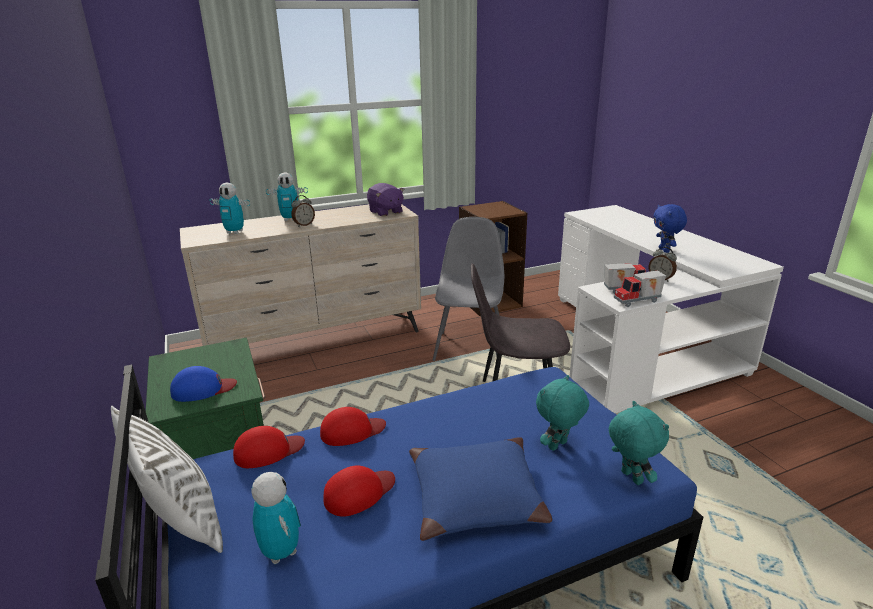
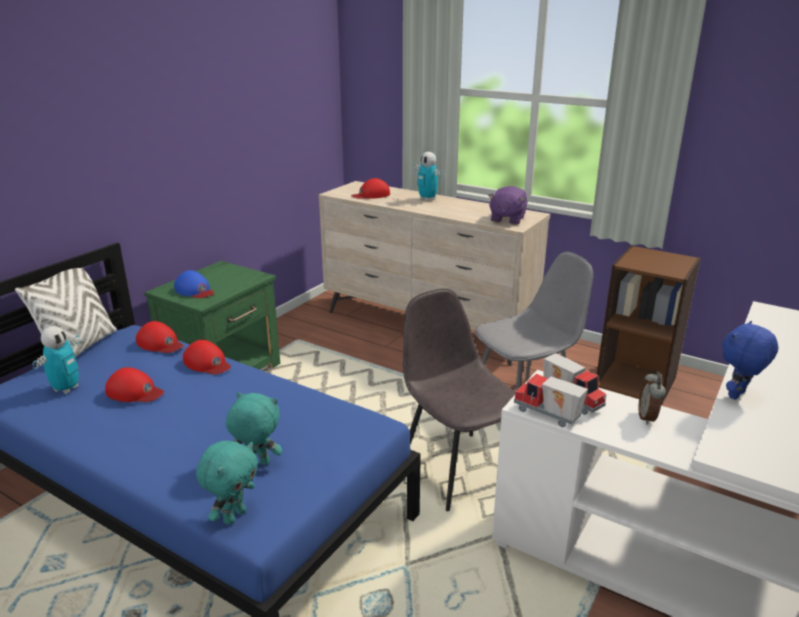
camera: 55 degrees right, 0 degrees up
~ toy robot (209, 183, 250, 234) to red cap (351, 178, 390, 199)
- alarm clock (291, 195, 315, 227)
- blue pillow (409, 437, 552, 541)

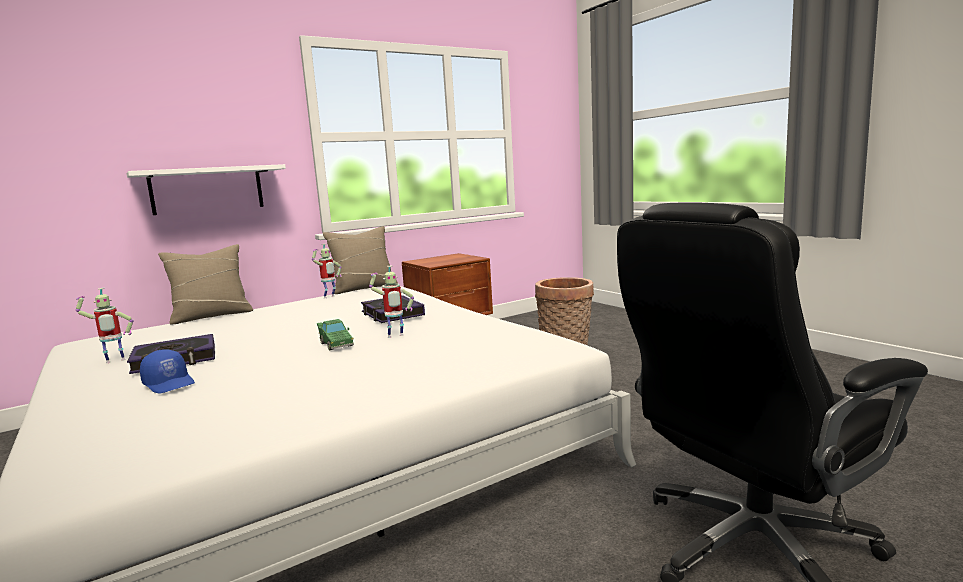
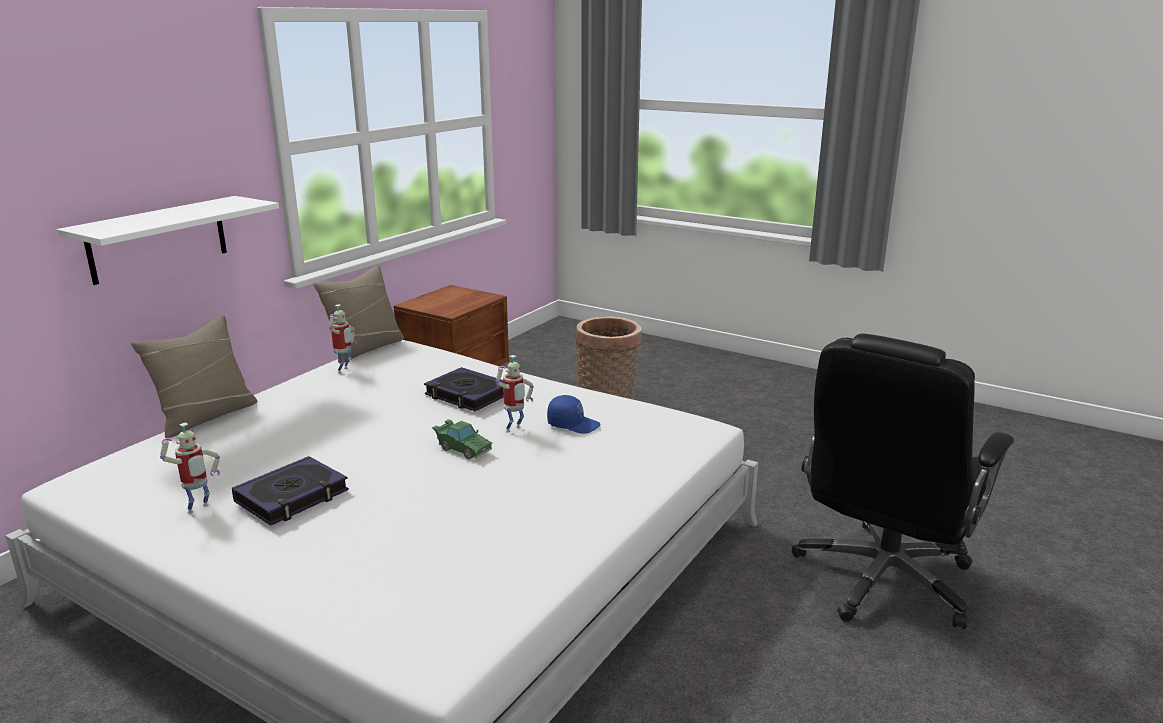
camera: 25 degrees left, 10 degrees up
~ blue cap (140, 349, 195, 394) to (547, 395, 600, 434)

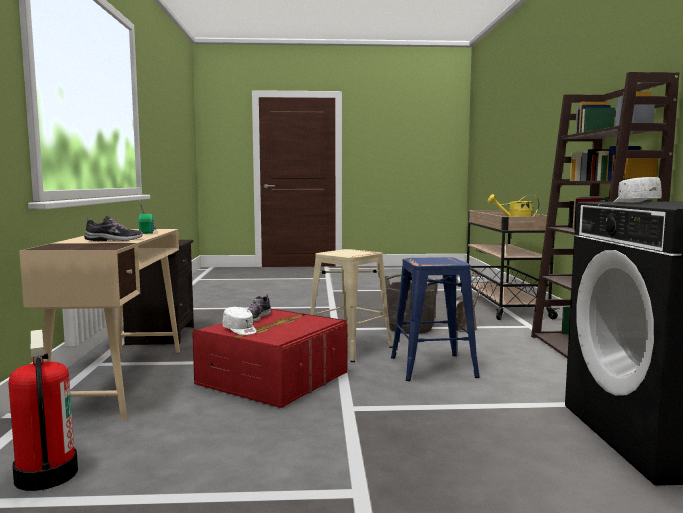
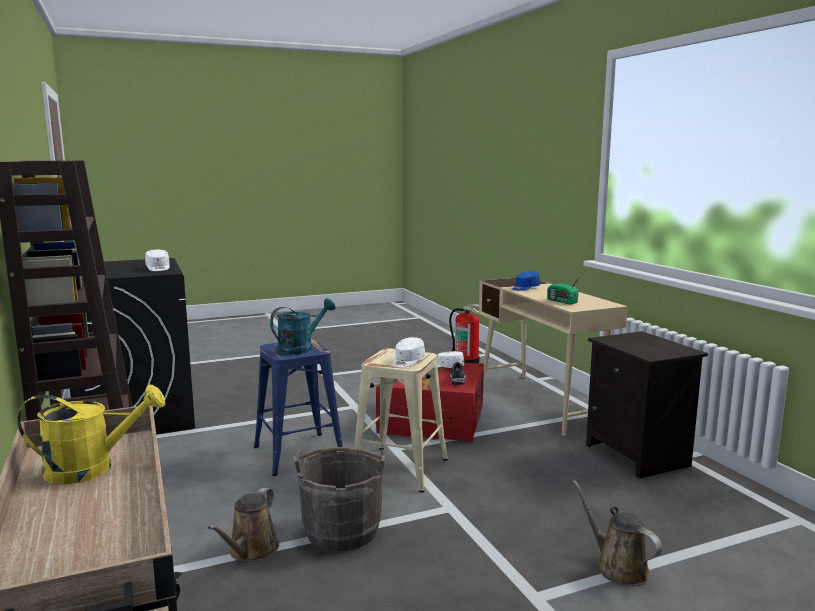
camera: 160 degrees right, 5 degrees up
~ shoe (84, 216, 143, 241) to blue cap (512, 271, 540, 291)
+ turquoise watering can (270, 298, 336, 355)
+ white cap (393, 337, 425, 368)
+ brown watering can (572, 480, 662, 586)

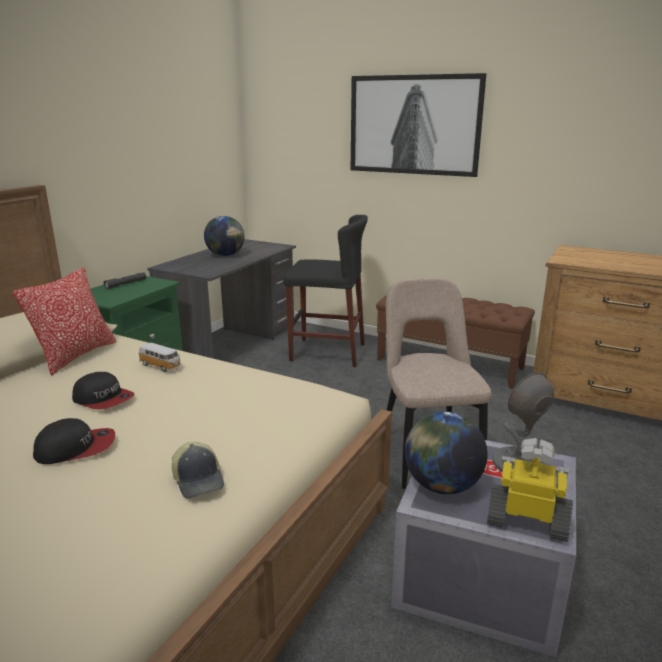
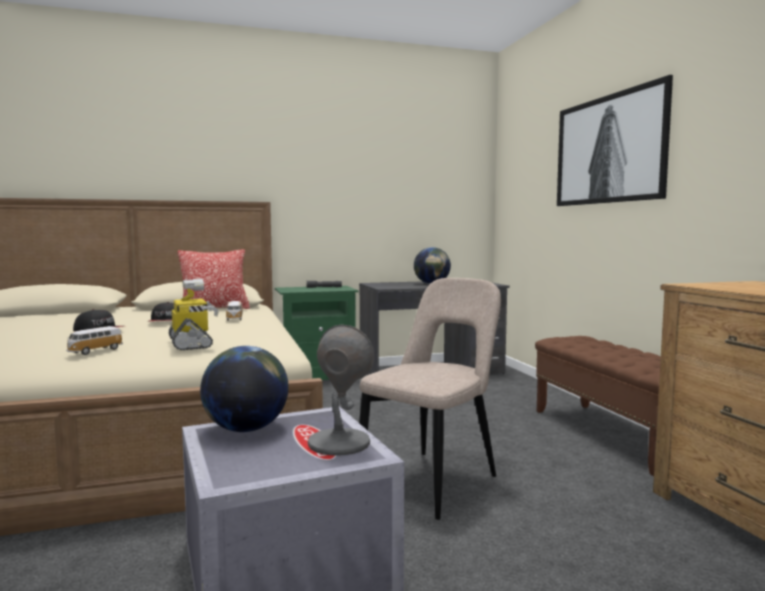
camera: 45 degrees right, 15 degrees down
- black stool (283, 215, 368, 367)
~ toy robot (487, 438, 573, 542) to (169, 279, 219, 350)
~ cap (172, 442, 224, 499) to toy car (66, 326, 123, 355)

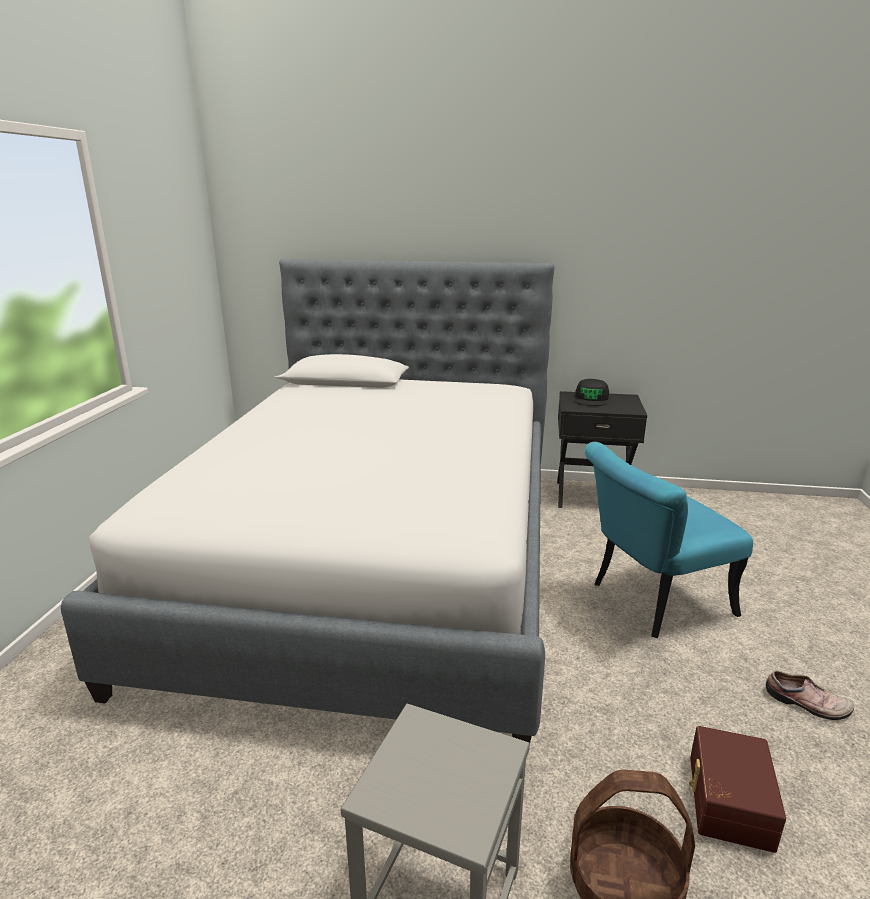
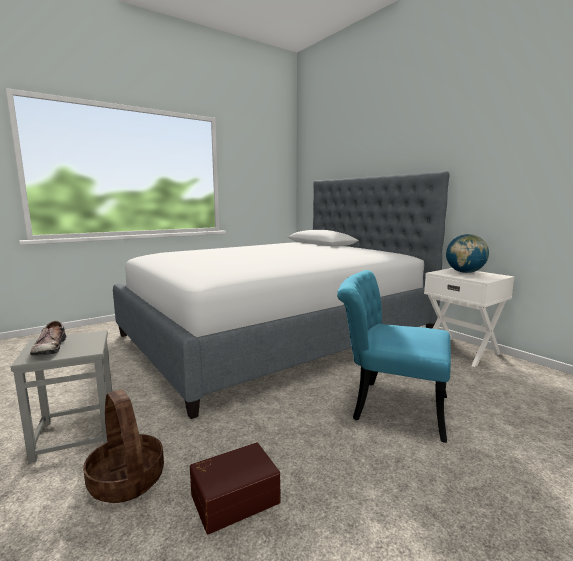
camera: 45 degrees right, 10 degrees down
~ black cap (574, 379, 609, 406) to globe (446, 234, 489, 273)
~ black nightstand (557, 391, 647, 508) to white nightstand (424, 268, 514, 367)
~ shoe (766, 670, 854, 720) to (30, 321, 66, 356)

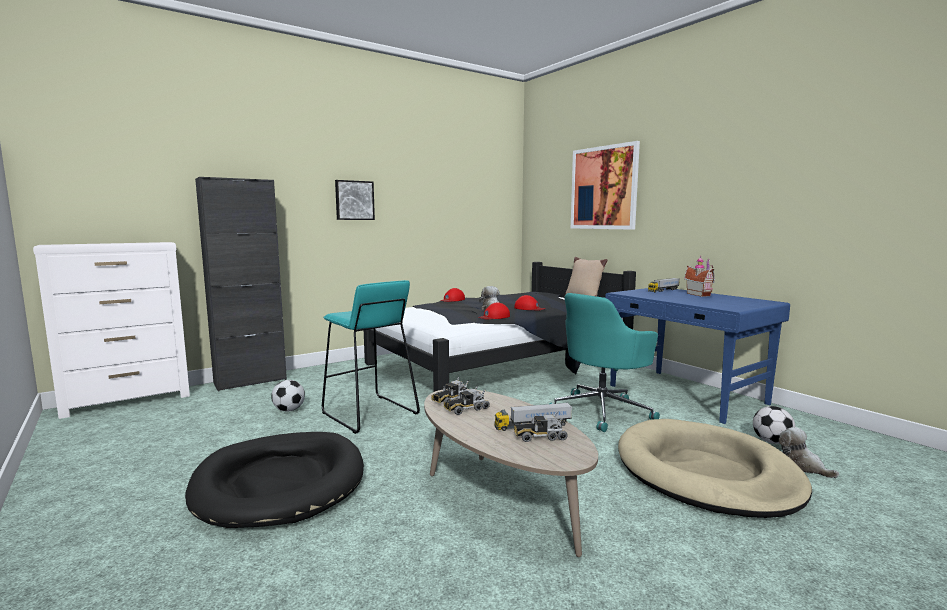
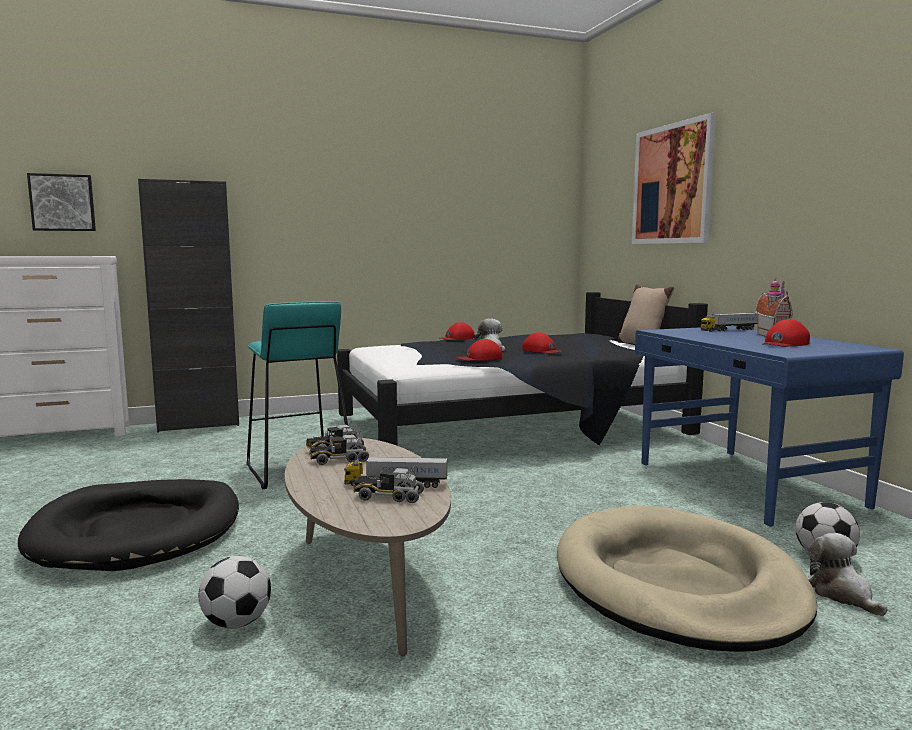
camera: 15 degrees right, 0 degrees up
~ picture (335, 180, 375, 220) to (27, 173, 96, 231)
- turquoise office chair (549, 293, 660, 432)
~ football (271, 380, 305, 411) to (199, 556, 271, 628)
+ red cap (762, 319, 810, 347)

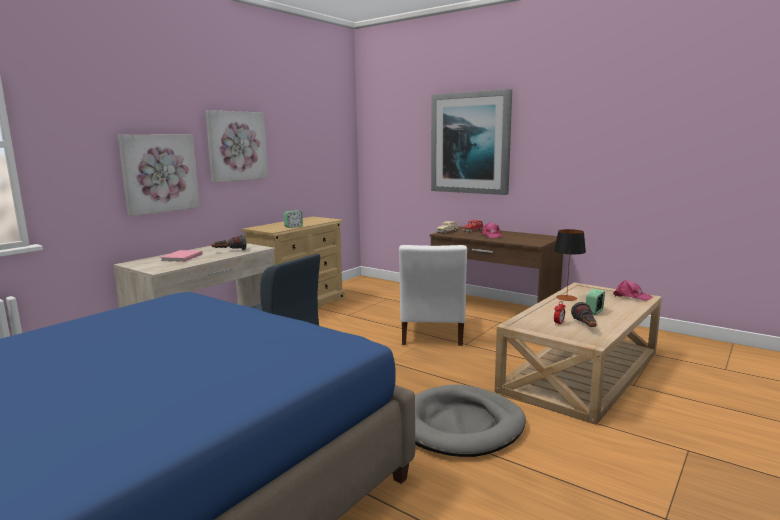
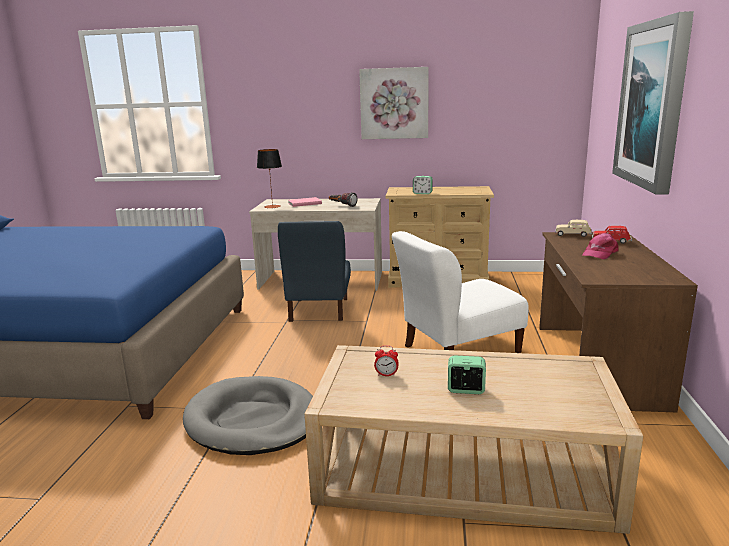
camera: 60 degrees right, 5 degrees up
- picture (118, 135, 200, 216)
~ table lamp (554, 229, 586, 301) to (257, 149, 282, 208)
- pink cap (613, 280, 652, 301)
- flashlight (571, 302, 596, 327)

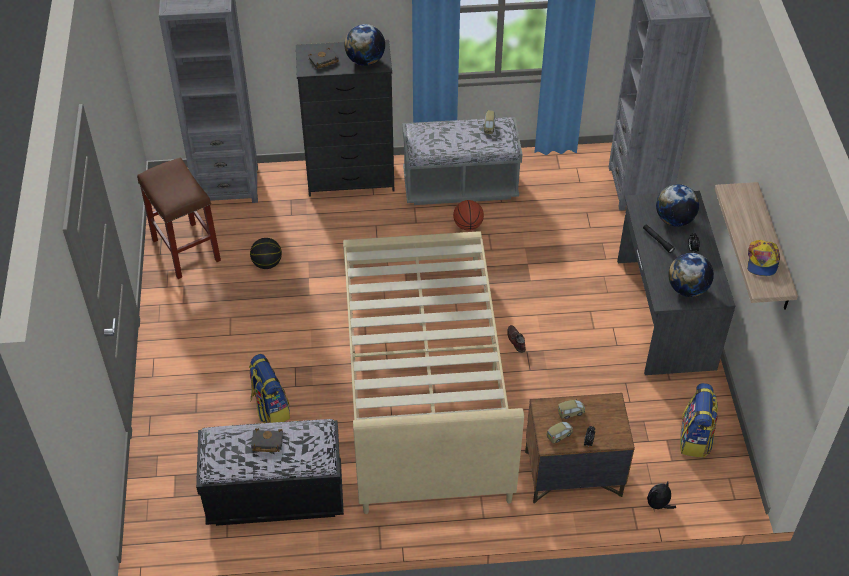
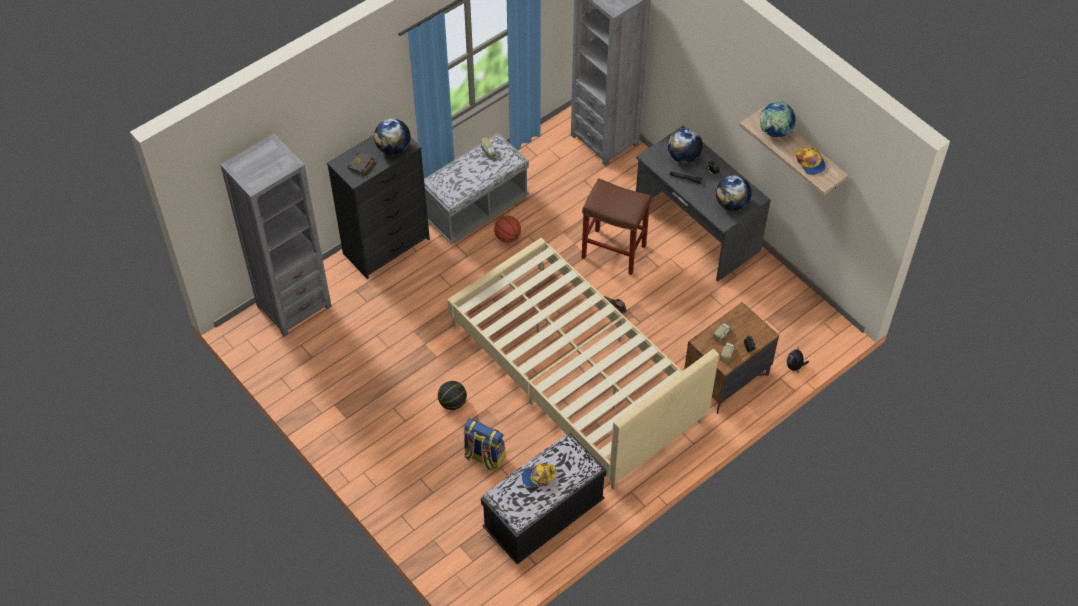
camera: 35 degrees left, 5 degrees up
~ brown stool (137, 158, 221, 279) to (582, 178, 652, 275)
~ basketball (250, 238, 282, 269) to (438, 381, 467, 410)
- backpack (680, 383, 718, 458)
~ black book (251, 428, 283, 452) to cap (522, 464, 556, 487)
+ globe (760, 101, 796, 137)

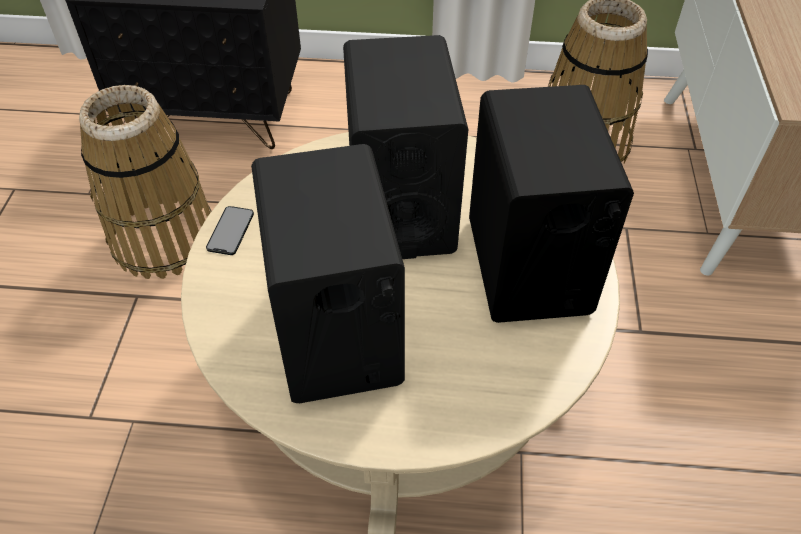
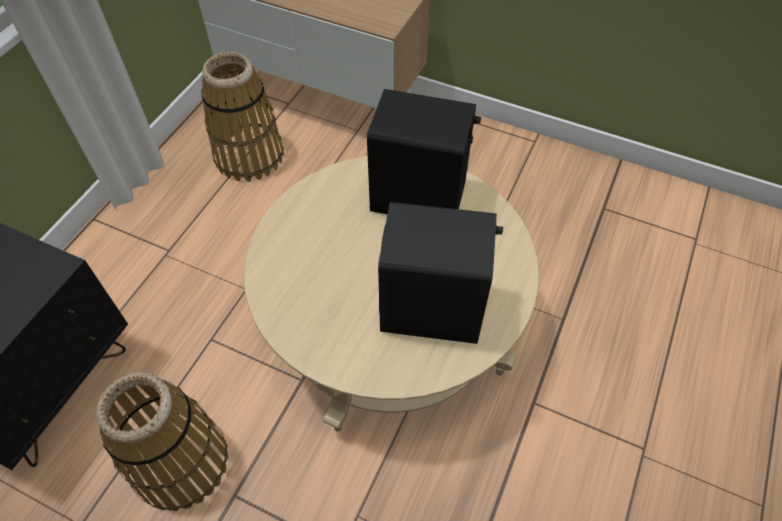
camera: 70 degrees left, 5 degrees up
- black speaker (343, 35, 468, 259)
- phone (206, 206, 254, 255)

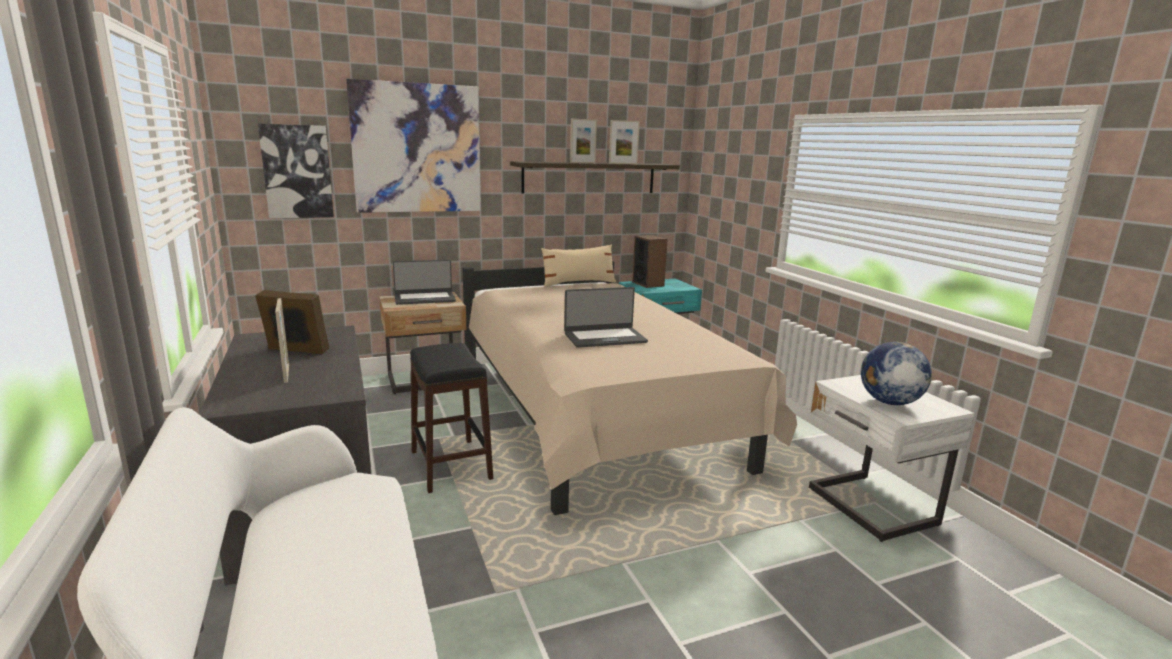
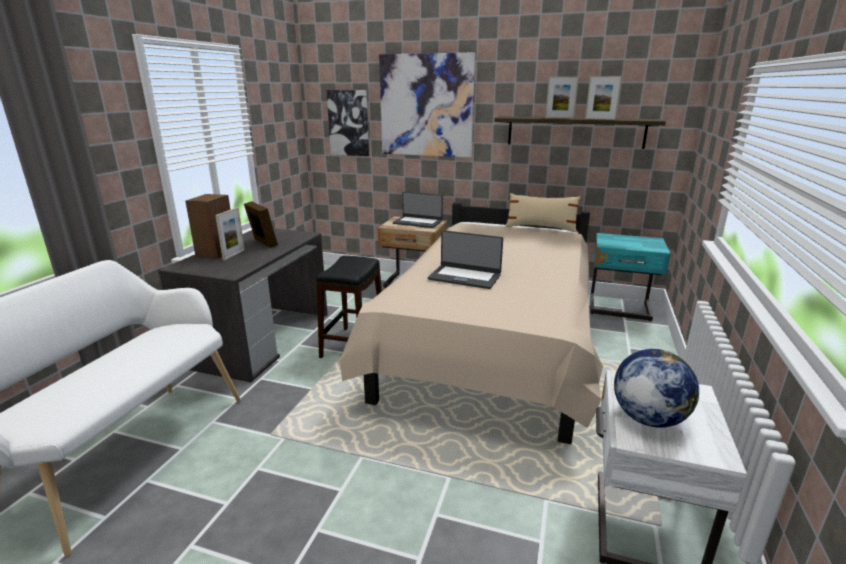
camera: 40 degrees right, 5 degrees up
~ speaker (632, 235, 668, 288) to (185, 194, 231, 259)

